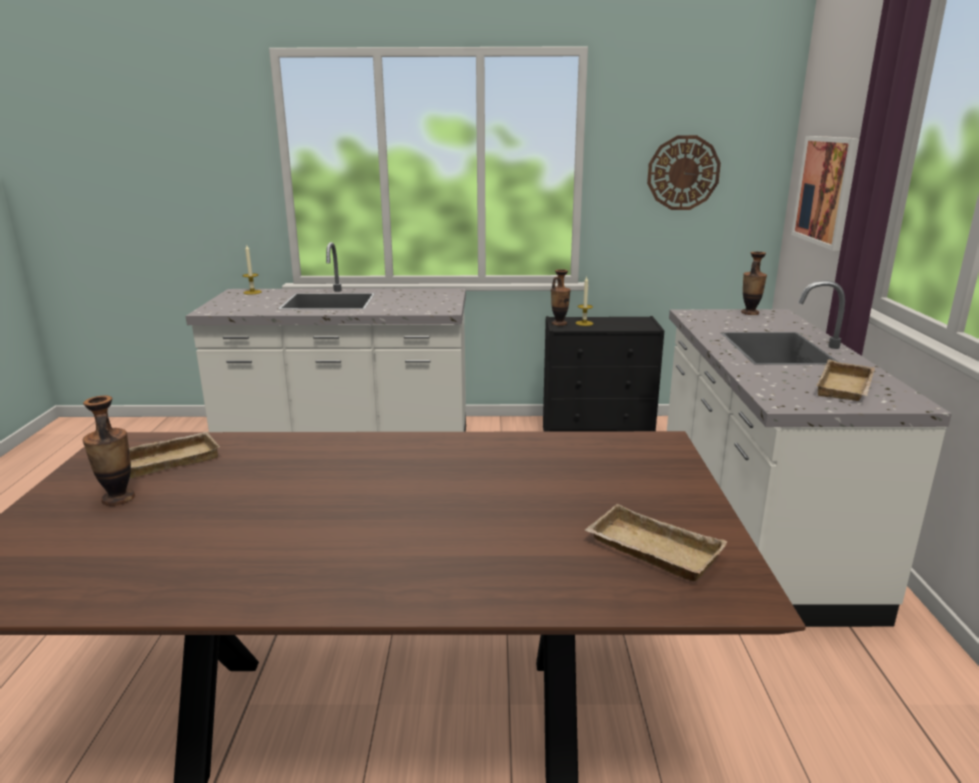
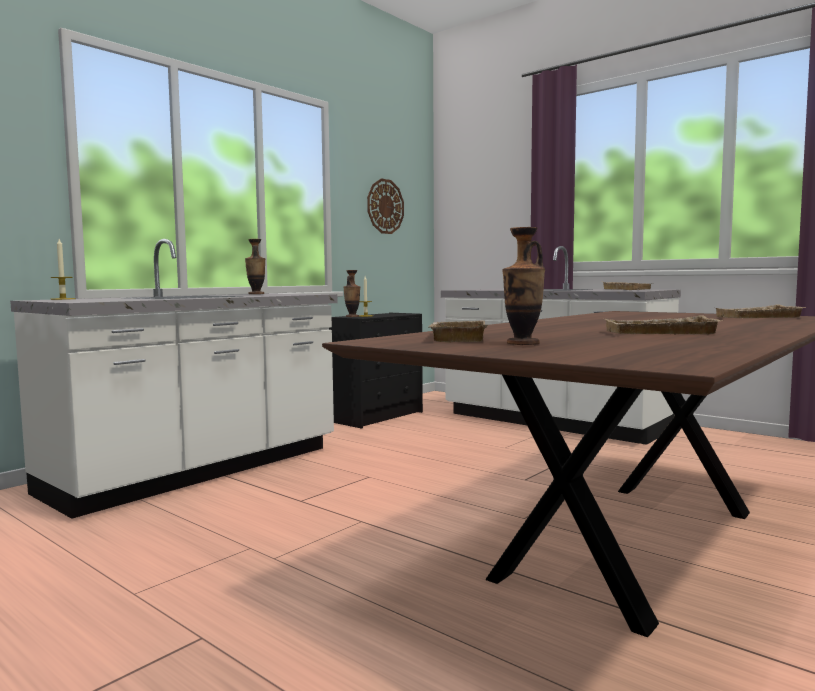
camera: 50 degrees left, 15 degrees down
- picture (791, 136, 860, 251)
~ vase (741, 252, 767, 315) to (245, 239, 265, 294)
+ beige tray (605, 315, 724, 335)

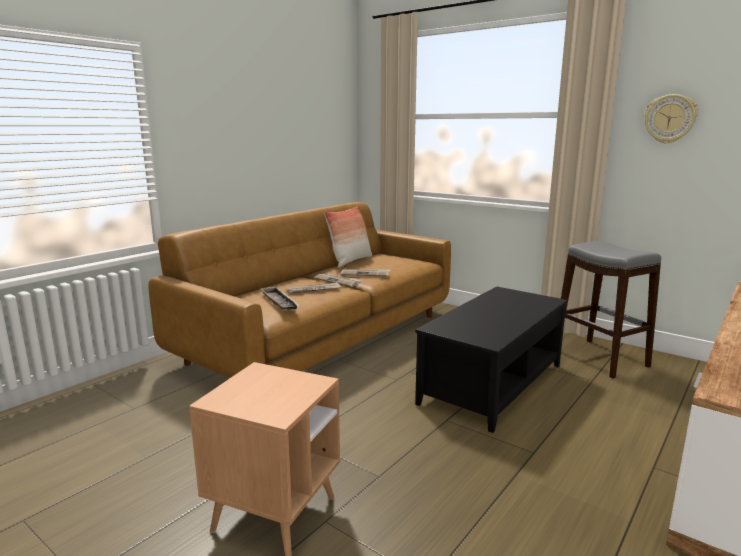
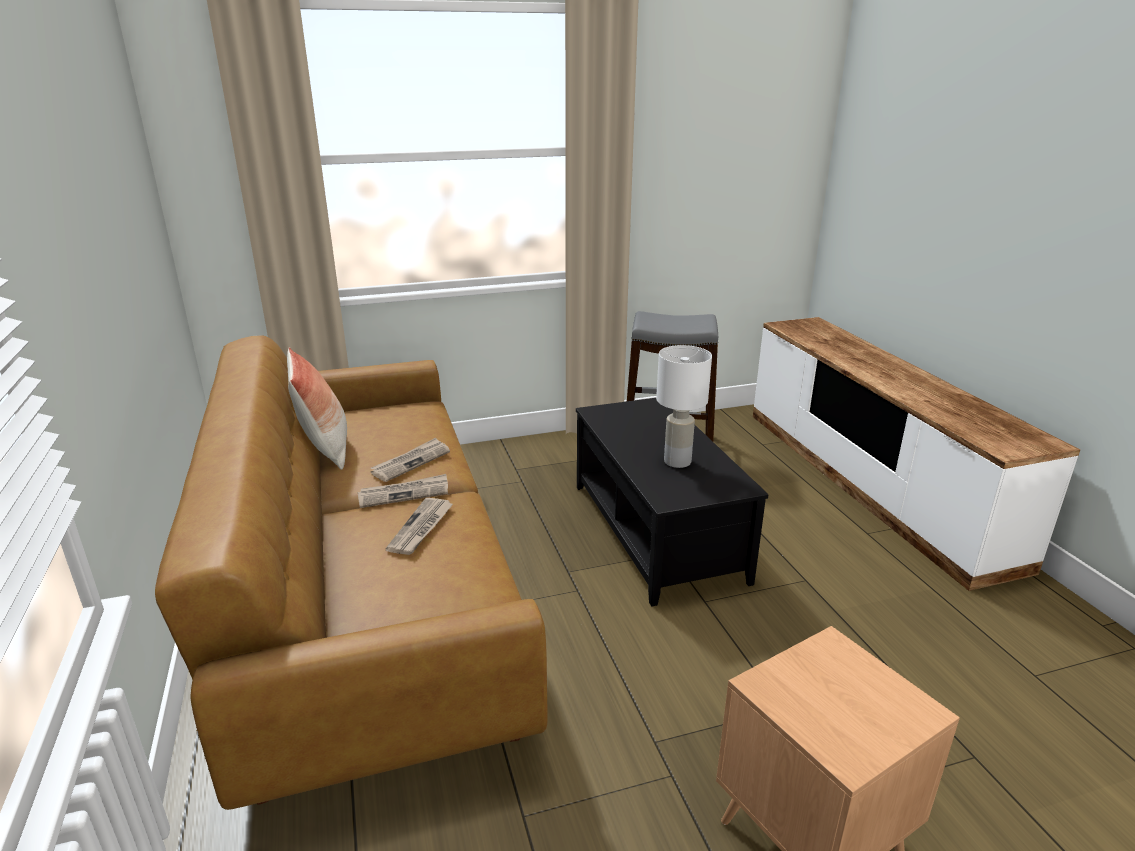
camera: 55 degrees left, 10 degrees up
- wall clock (644, 94, 698, 144)
- tray (260, 287, 300, 310)
+ white table lamp (656, 345, 712, 468)

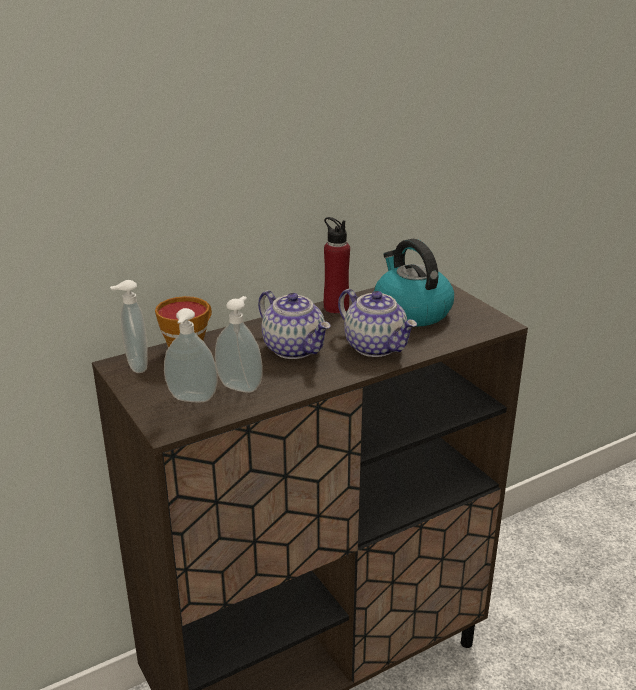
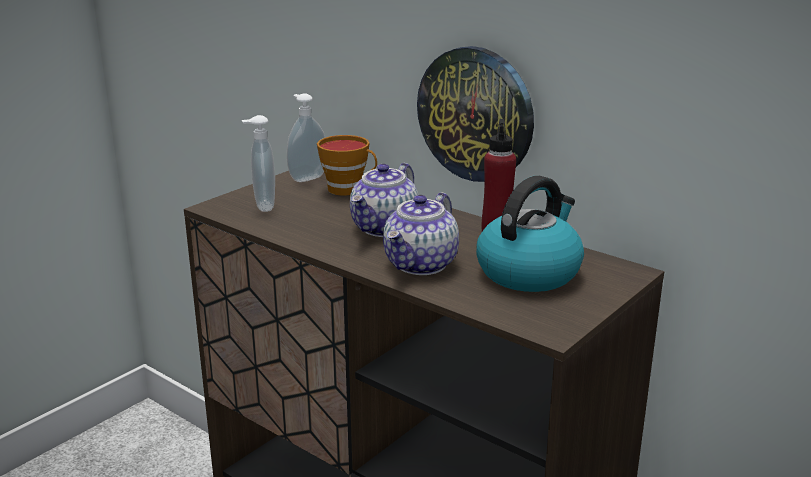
camera: 70 degrees right, 5 degrees down
- soap dispenser (215, 296, 263, 393)
+ wall clock (417, 46, 534, 182)

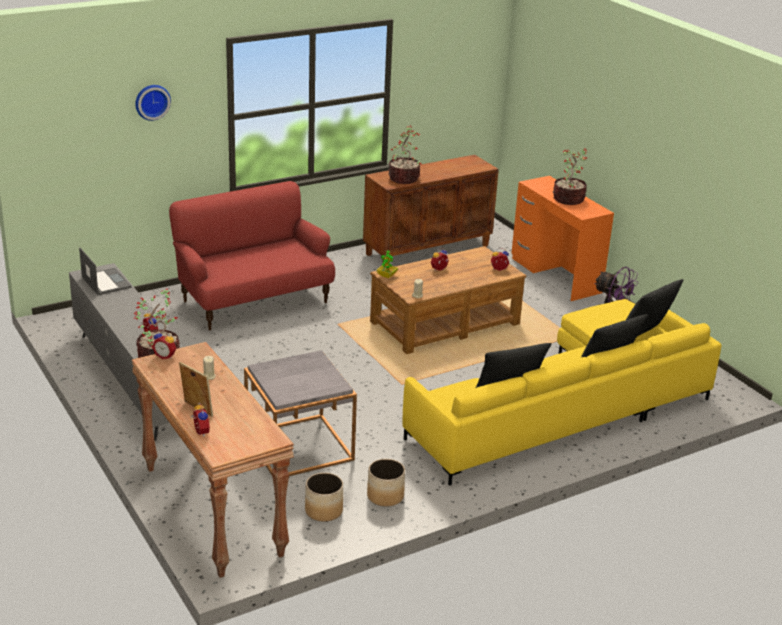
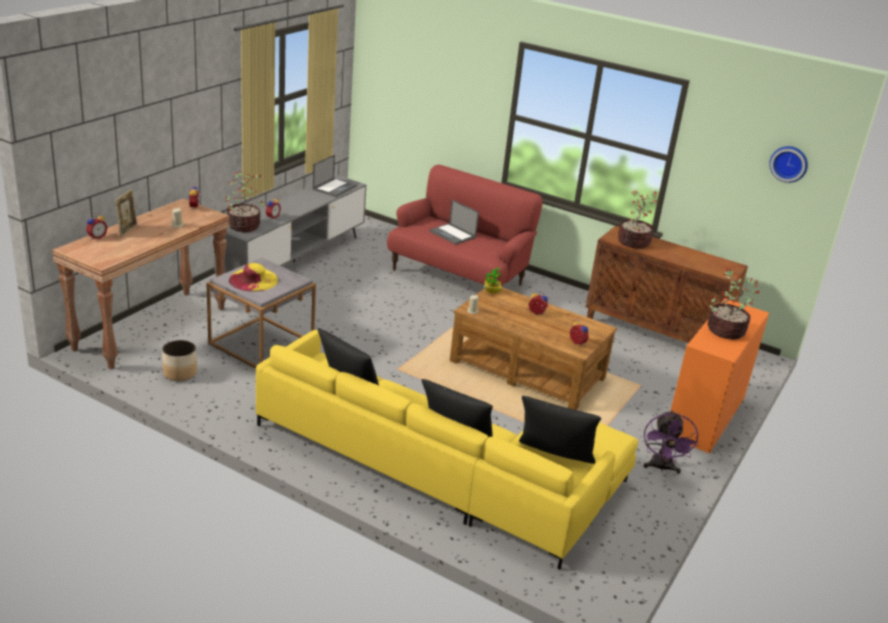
camera: 60 degrees right, 0 degrees up
~ wall clock (135, 85, 171, 121) to (769, 146, 808, 183)
- planter (367, 459, 405, 507)
+ laptop (429, 200, 479, 245)
+ yellow hat (229, 263, 278, 292)

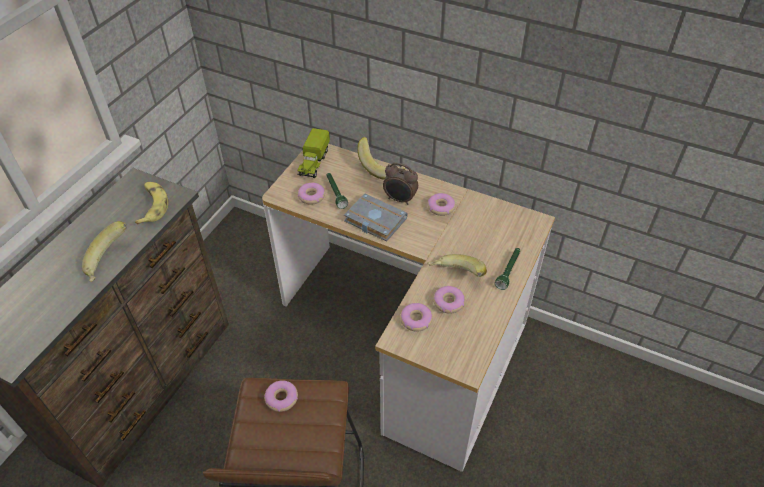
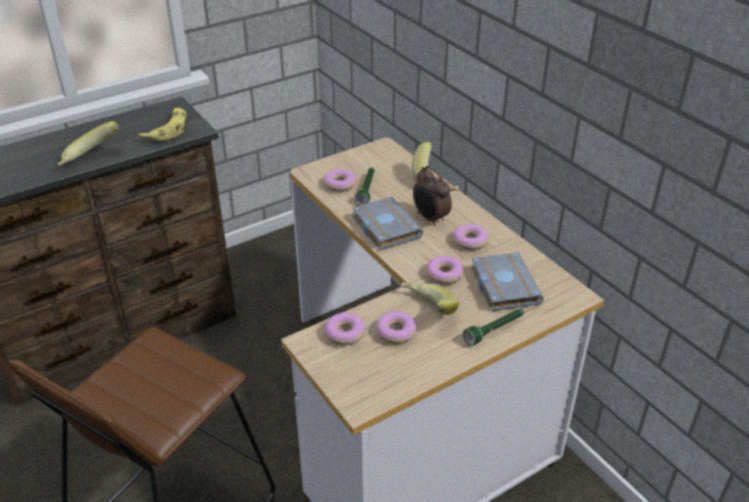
camera: 30 degrees right, 10 degrees down
- toy truck (297, 128, 330, 178)
~ donut (264, 380, 298, 412) to (426, 256, 464, 285)
+ grey book (471, 252, 544, 311)

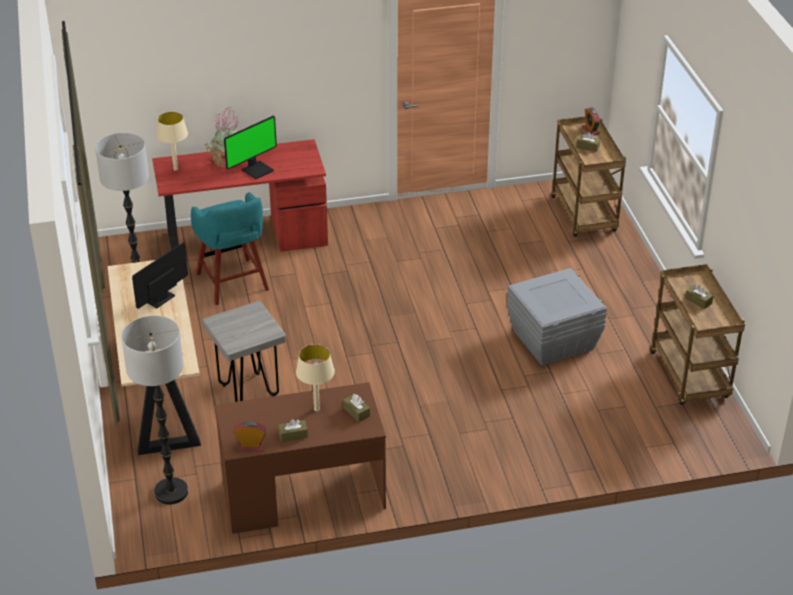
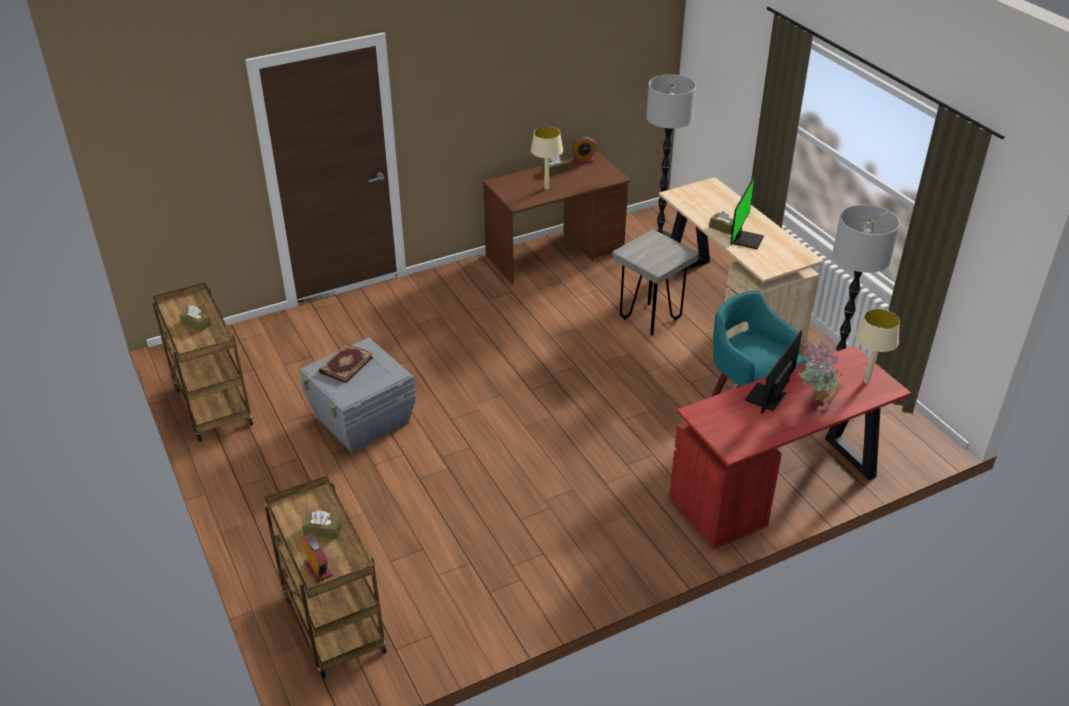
camera: 165 degrees right, 0 degrees up
~ brown tissue box (343, 394, 370, 422) to (709, 211, 733, 235)
+ book (319, 344, 373, 383)

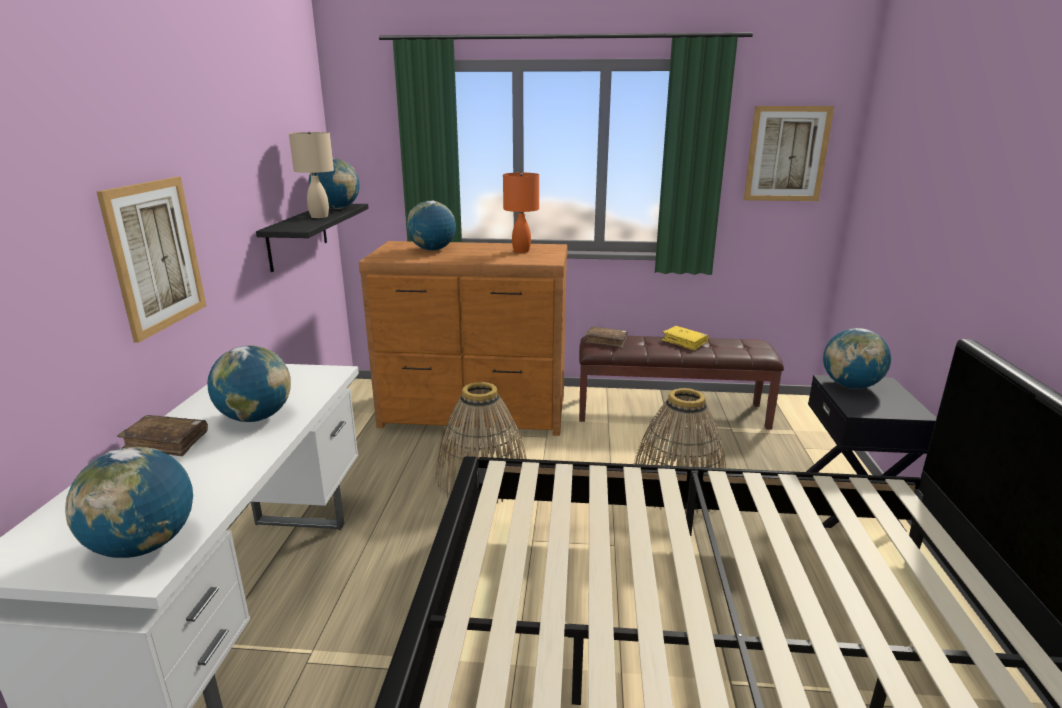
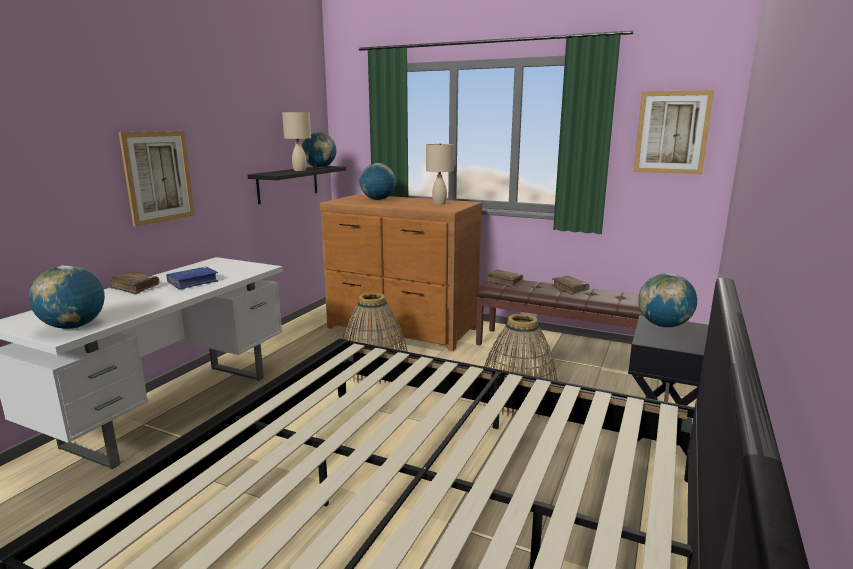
camera: 20 degrees right, 5 degrees down
~ orange table lamp (503, 173, 539, 253) to beige table lamp (426, 143, 454, 205)
~ yellow book (662, 326, 708, 351) to brown book (552, 276, 589, 295)
~ globe (207, 345, 291, 422) to blue book (166, 267, 218, 290)

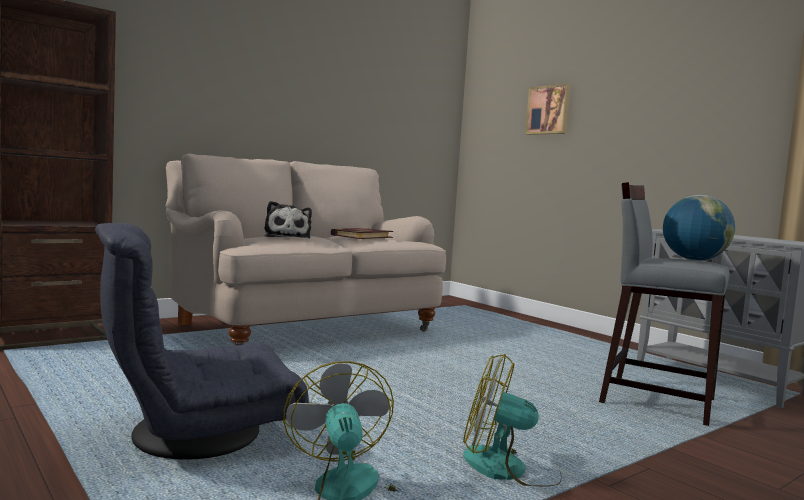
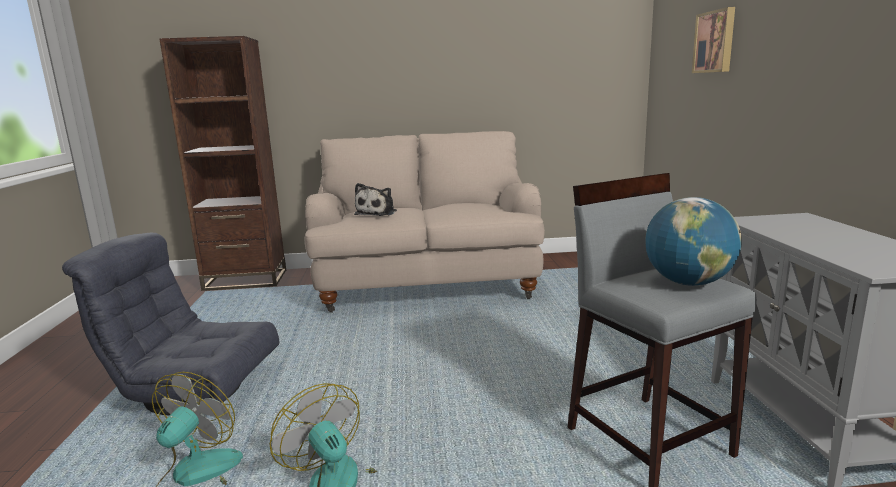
camera: 35 degrees right, 10 degrees up
- book (331, 228, 393, 239)

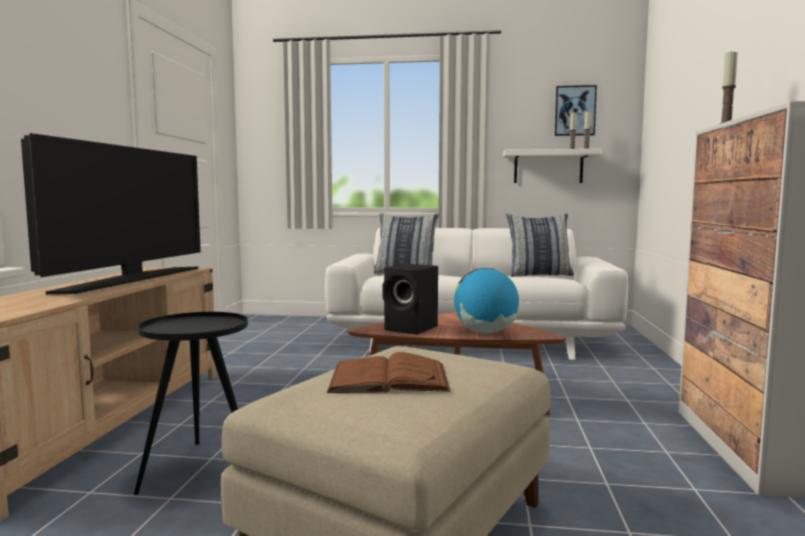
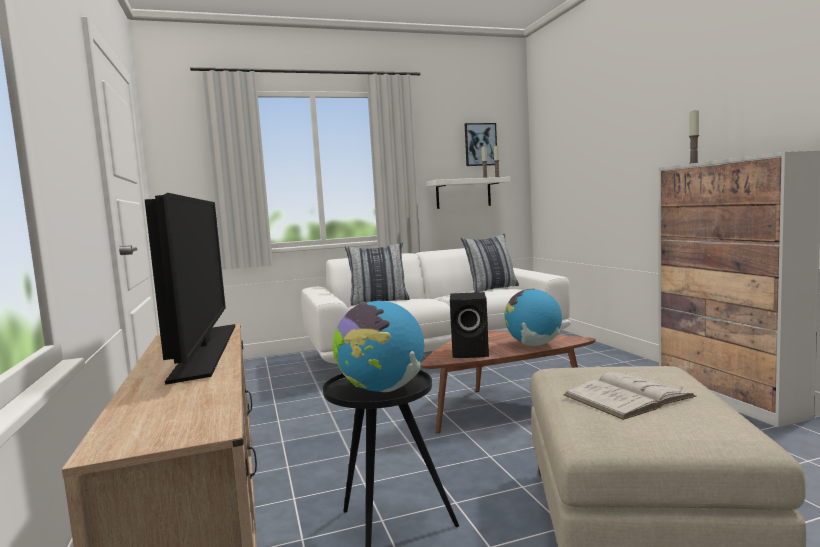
camera: 25 degrees left, 0 degrees up
~ brown book (327, 352, 450, 393) to white book (563, 372, 696, 420)
+ globe (333, 301, 424, 392)

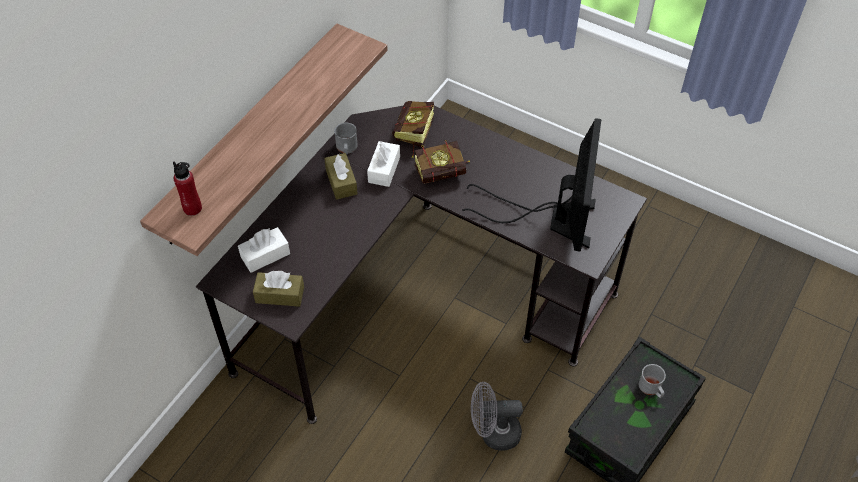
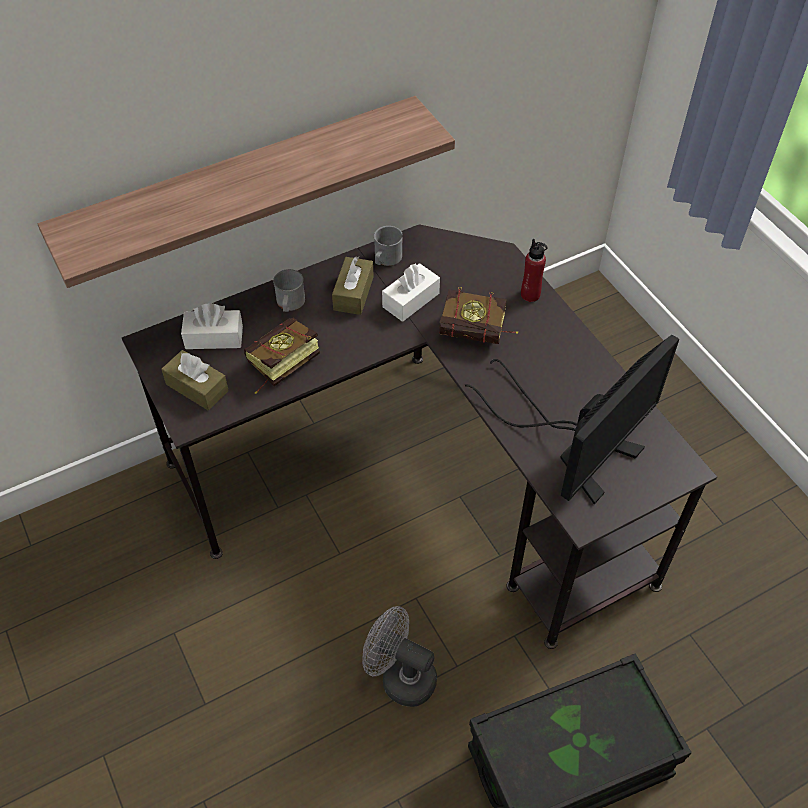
camera: 30 degrees right, 0 degrees up
~ book (392, 101, 434, 158) to (244, 318, 320, 394)
~ red bottle (173, 162, 202, 216) to (521, 239, 548, 302)
~ grey mug (639, 364, 666, 398) to (273, 269, 305, 312)

